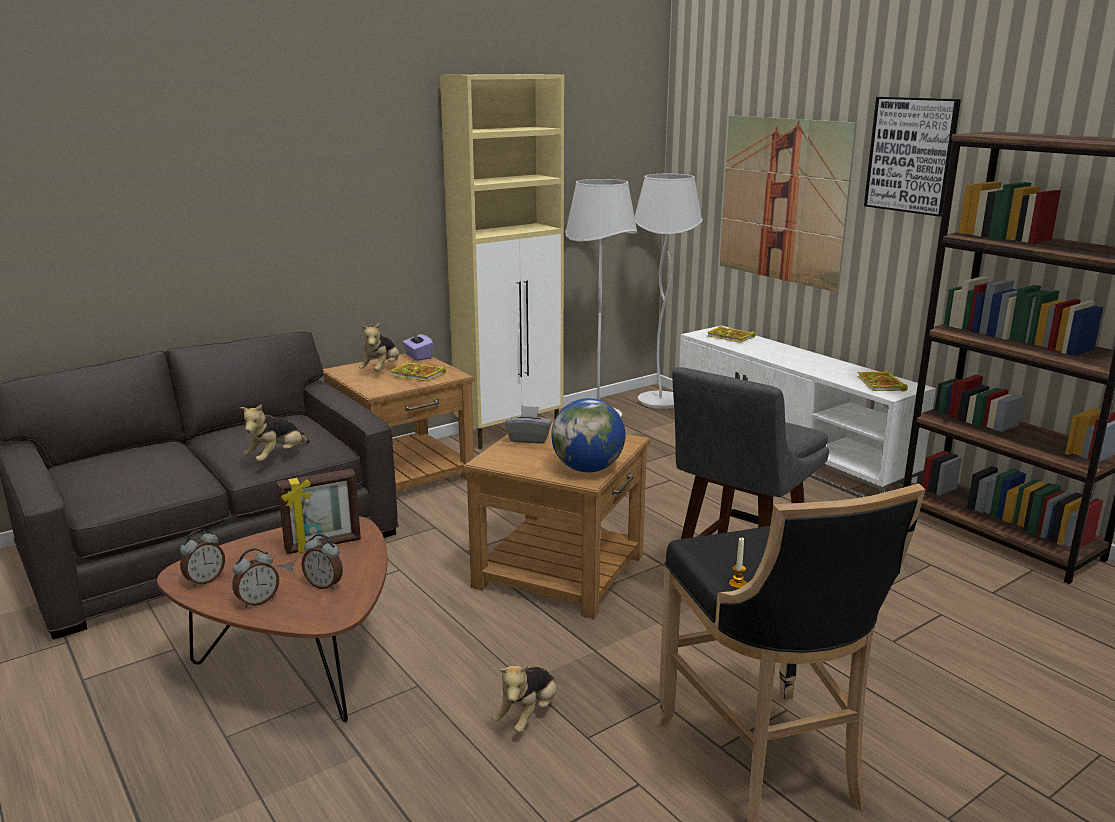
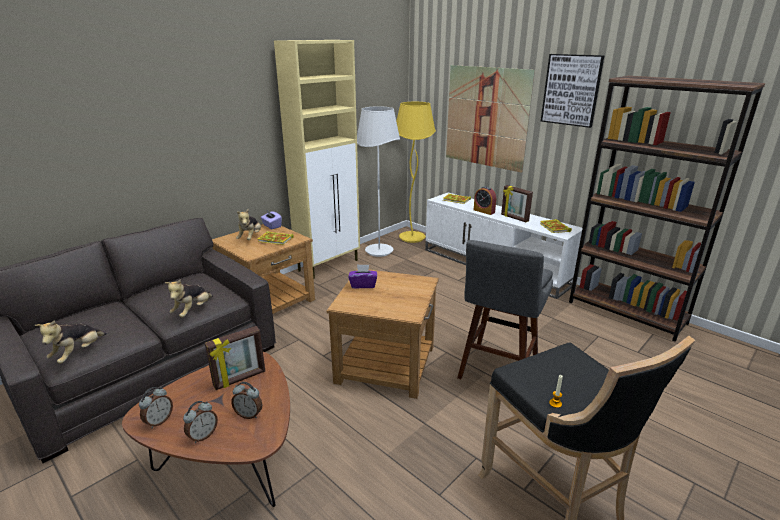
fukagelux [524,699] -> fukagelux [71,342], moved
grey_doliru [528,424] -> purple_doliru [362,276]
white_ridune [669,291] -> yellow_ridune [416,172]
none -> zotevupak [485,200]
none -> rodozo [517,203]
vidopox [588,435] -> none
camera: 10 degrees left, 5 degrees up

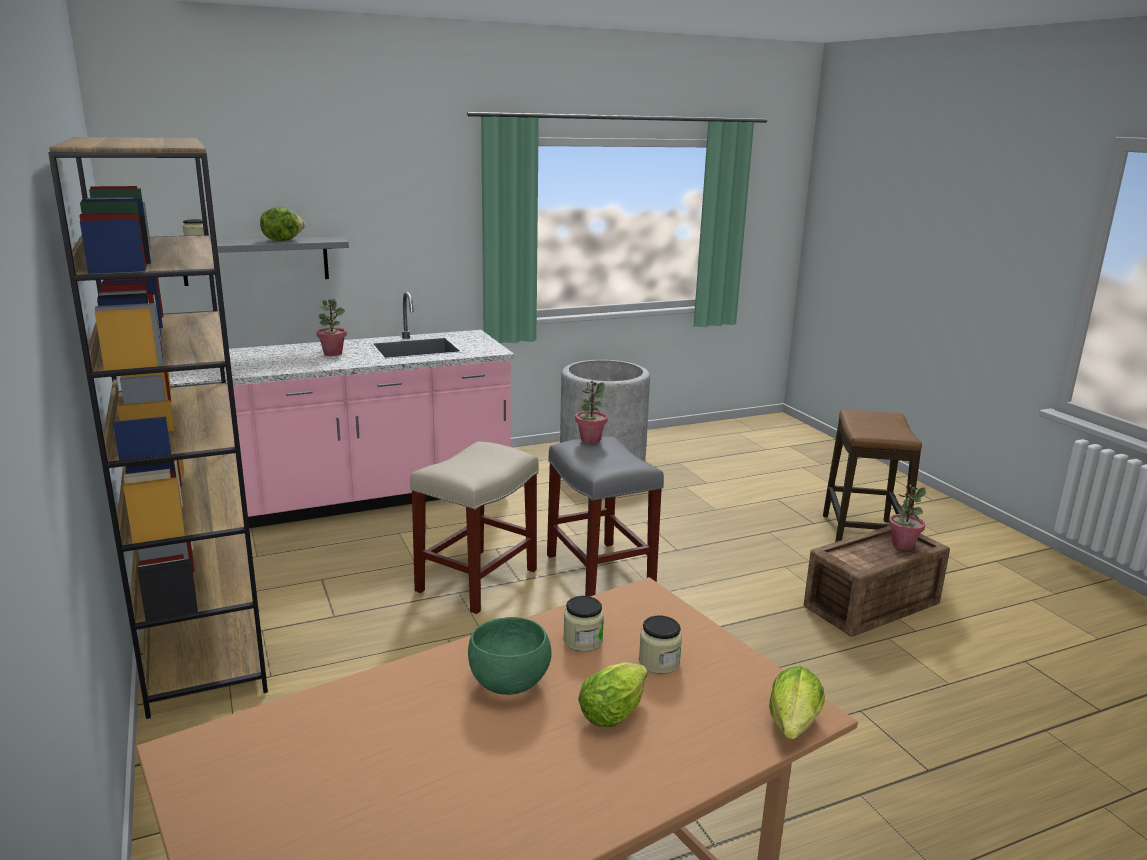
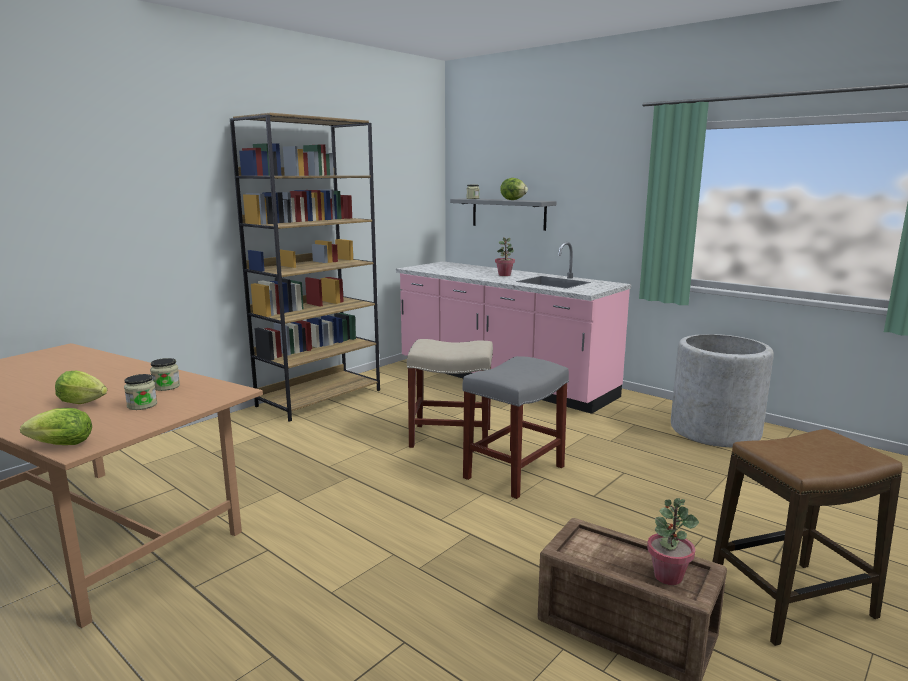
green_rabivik [510,656] -> none
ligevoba [591,412] -> none
camera: 65 degrees right, 5 degrees down

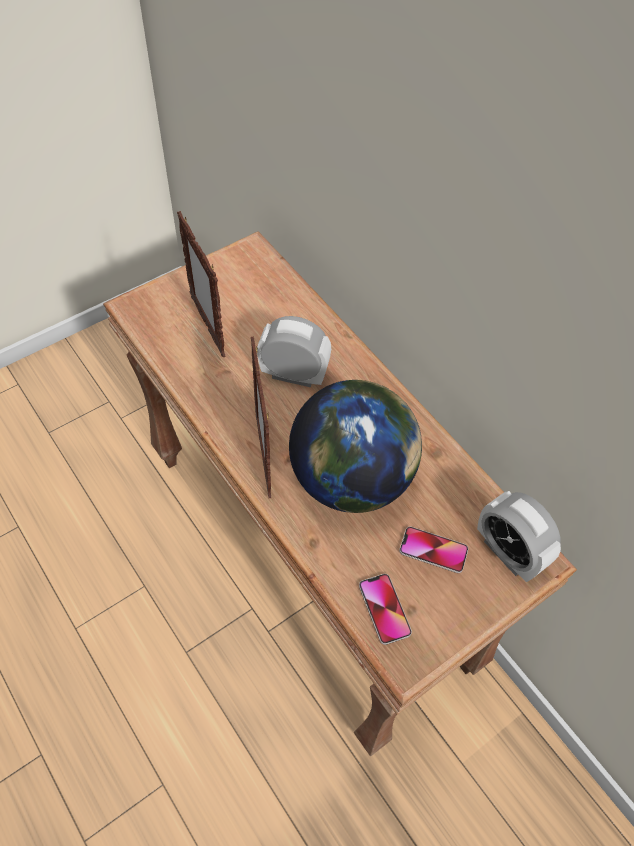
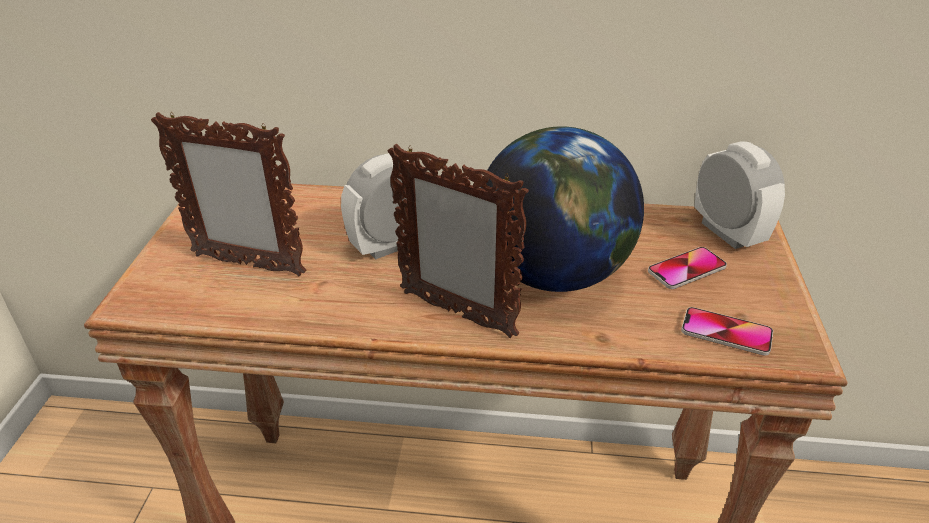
zotevupak [519,536] -> zotevupak [740,195], 120 degrees counterclockwise
camera: 45 degrees left, 20 degrees down

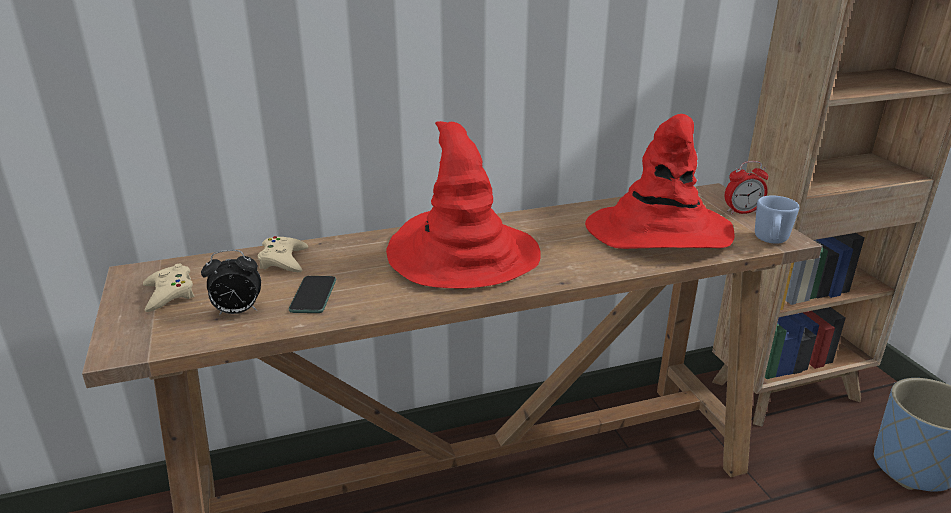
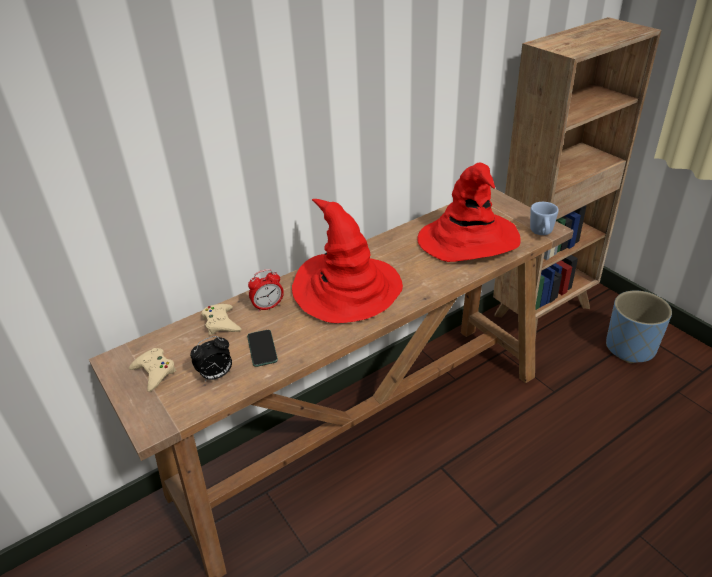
zotevupak [746,188] -> zotevupak [266,290], moved
camera: 15 degrees left, 10 degrees up

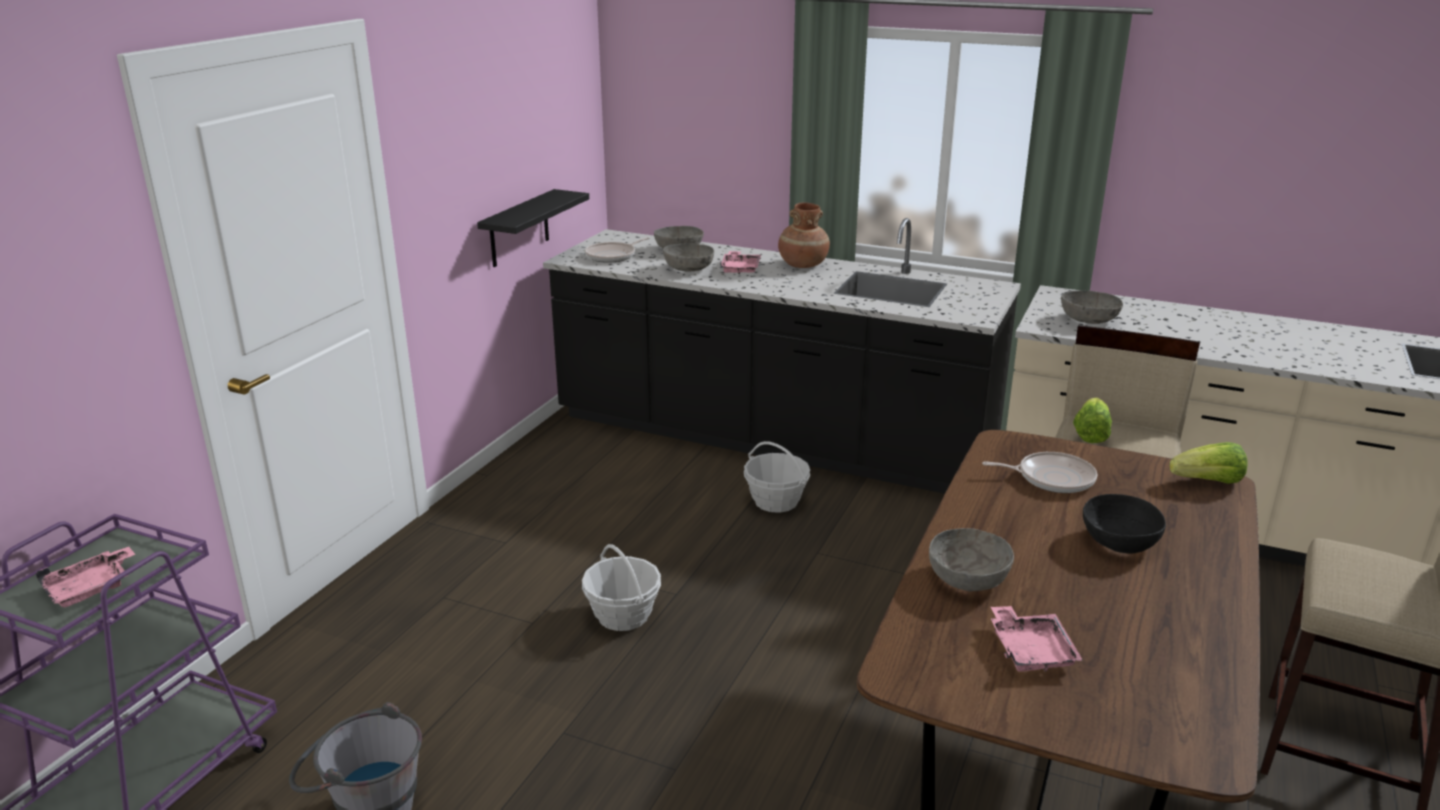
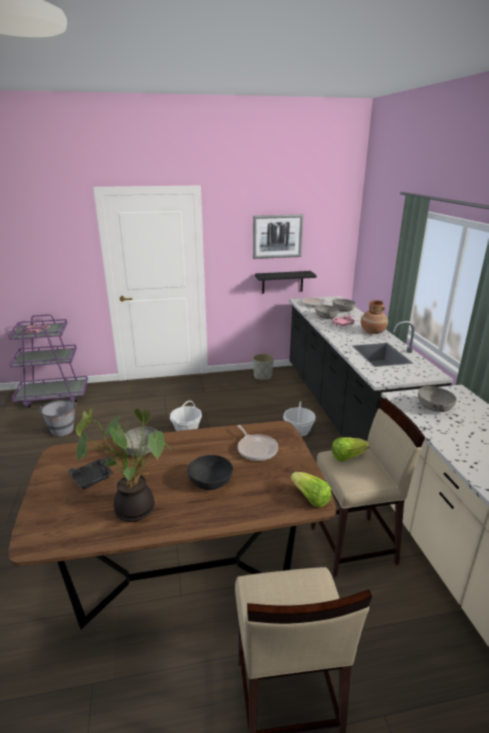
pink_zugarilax [1037,639] -> black_zugarilax [90,473]
none -> ligevoba [124,465]
none -> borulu [278,236]
none -> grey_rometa [263,367]
camera: 55 degrees right, 0 degrees up

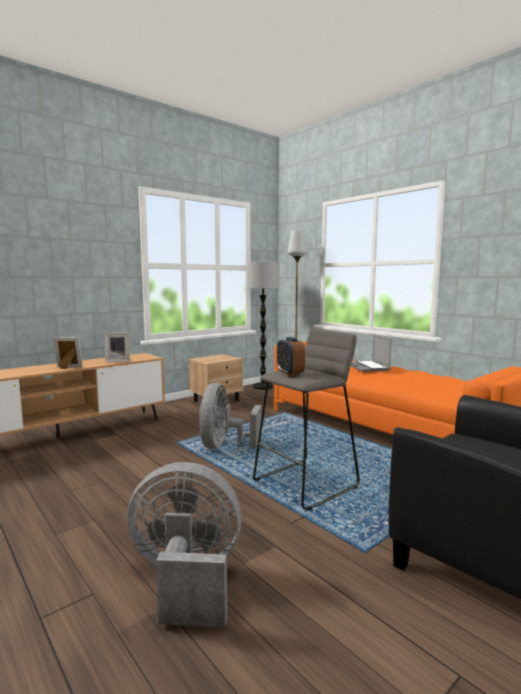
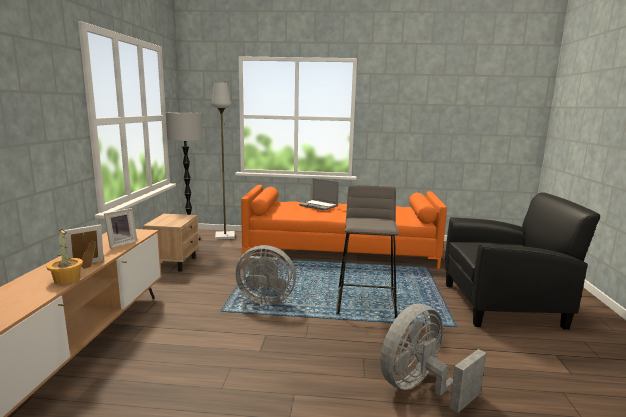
none -> ligevoba [65,256]
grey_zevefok [230,416] -> grey_zevefok [265,275], 45 degrees counterclockwise
zotevupak [291,356] -> none
camera: 45 degrees left, 5 degrees up

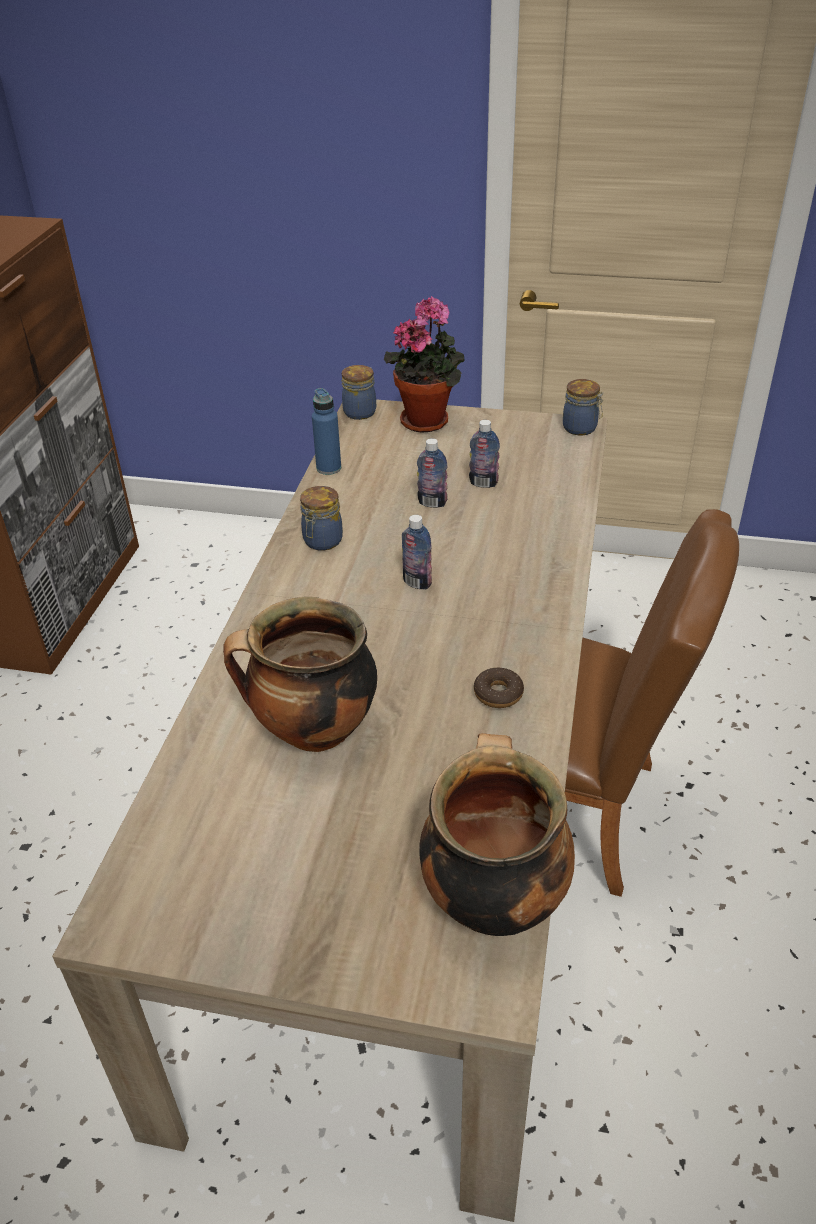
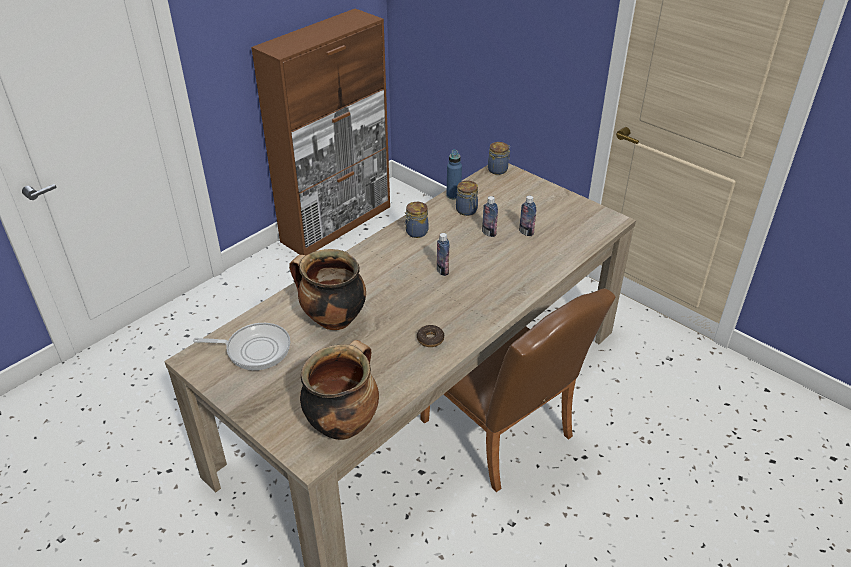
none -> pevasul [242,346]
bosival [583,407] -> bosival [467,198], moved
ligevoba [424,364] -> none
camera: 30 degrees right, 0 degrees up

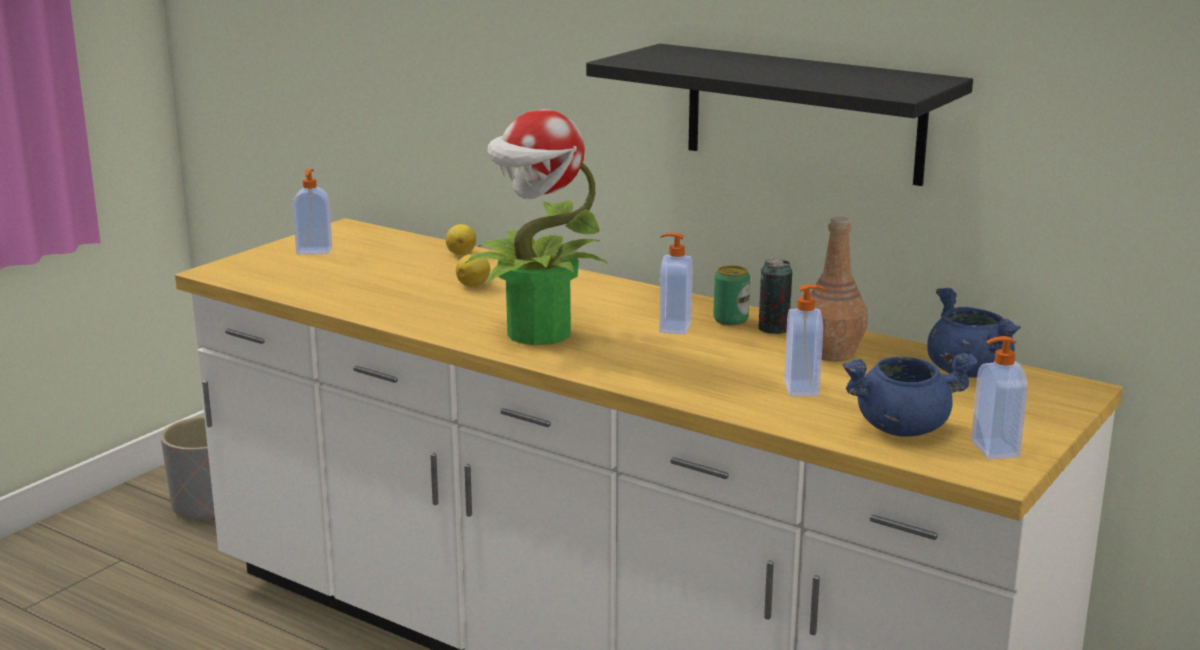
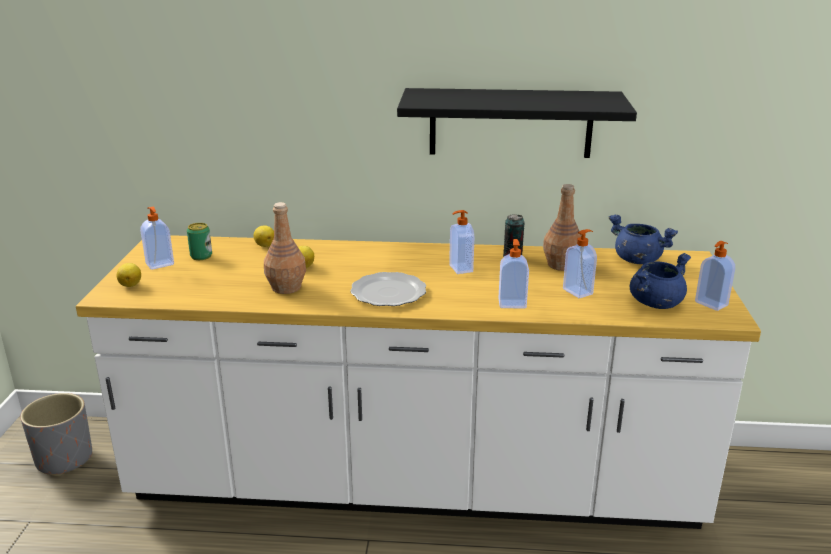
none -> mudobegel [129,275]
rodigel [731,295] -> rodigel [199,241], moved
none -> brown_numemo [285,248]
ligevoba [536,227] -> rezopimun [388,289]
none -> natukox [513,273]
camera: 30 degrees left, 5 degrees up

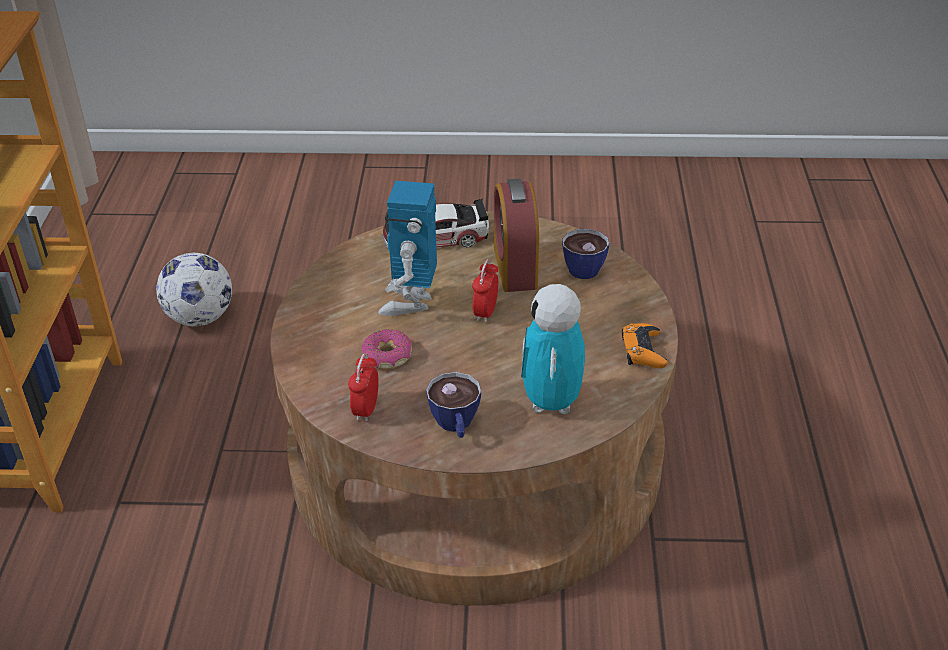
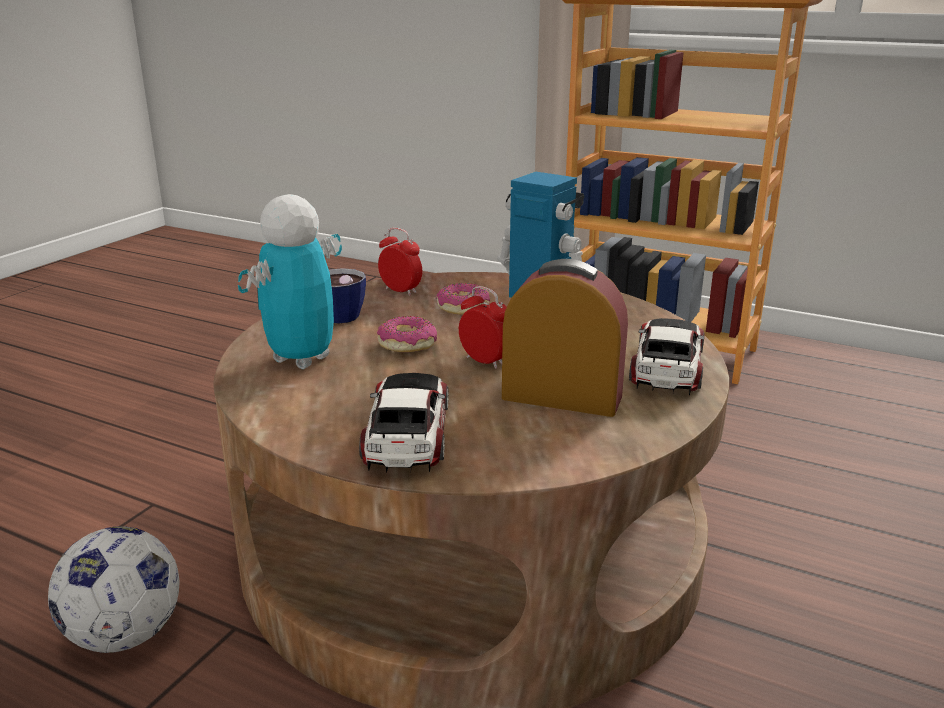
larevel [194,290] -> larevel [114,589], moved
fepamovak [553,349] -> fepamovak [290,281], 90 degrees counterclockwise
none -> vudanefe [404,423]
none -> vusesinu [407,334]
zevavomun [585,254] -> none
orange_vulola [645,345] -> none
camera: 115 degrees right, 15 degrees down

